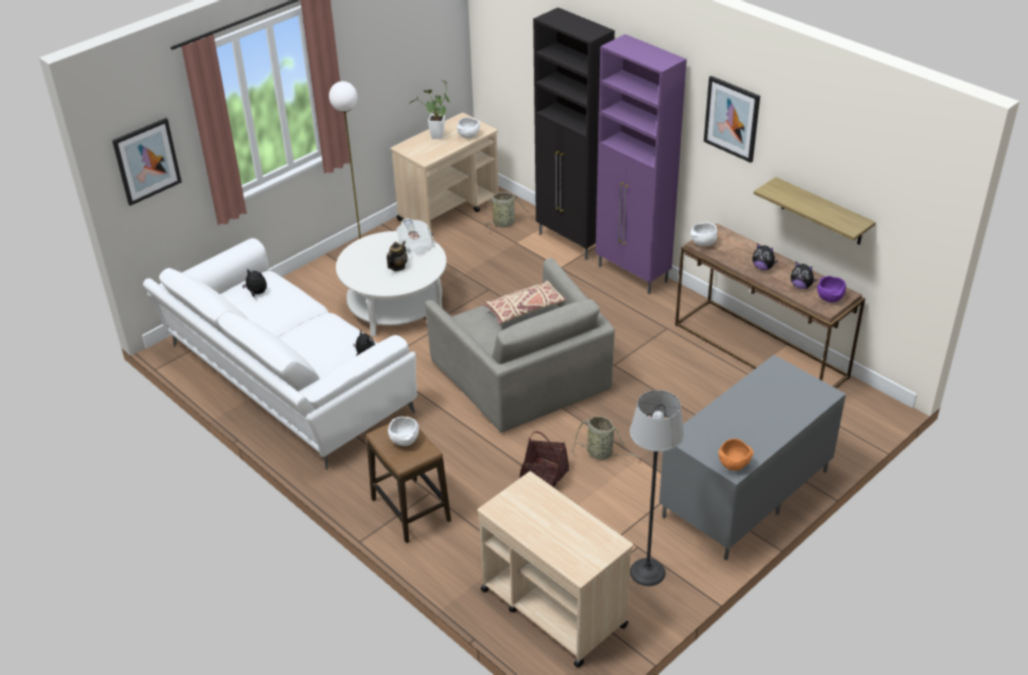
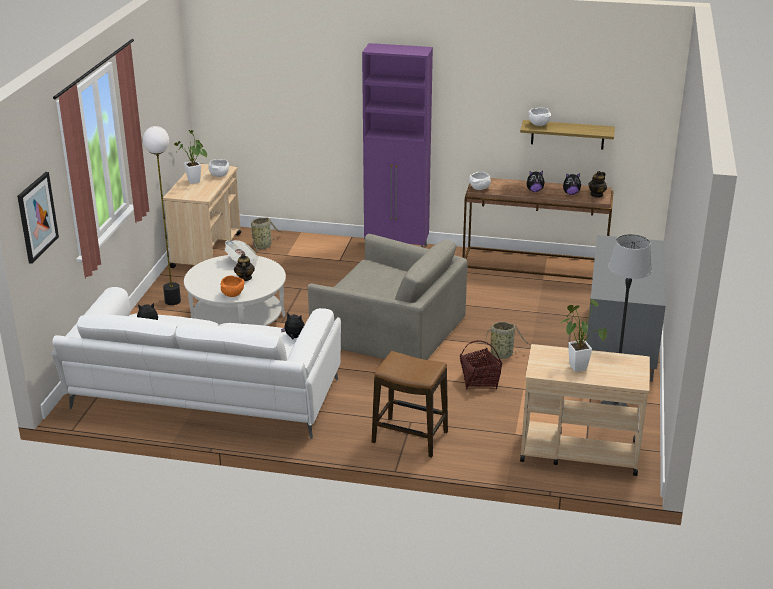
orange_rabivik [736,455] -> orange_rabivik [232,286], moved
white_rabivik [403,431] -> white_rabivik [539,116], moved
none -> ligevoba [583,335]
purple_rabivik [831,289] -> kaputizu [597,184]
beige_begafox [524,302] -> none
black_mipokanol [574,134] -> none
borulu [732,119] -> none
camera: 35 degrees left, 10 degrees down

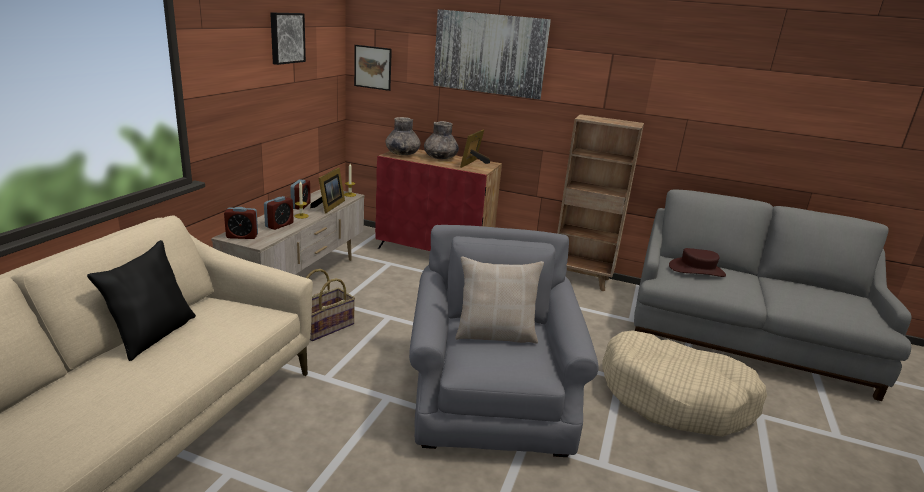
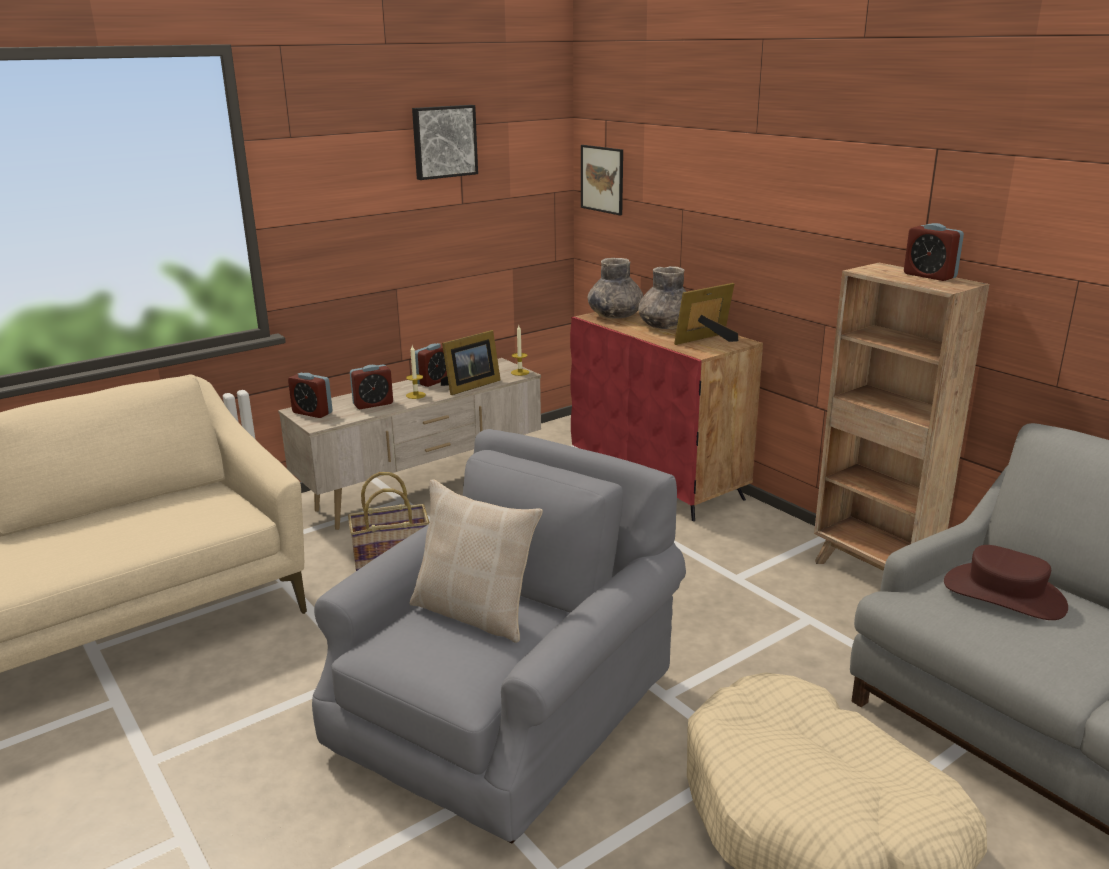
none -> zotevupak [934,252]
black_begafox [141,300] -> none
borulu [492,54] -> none
camera: 35 degrees right, 0 degrees up

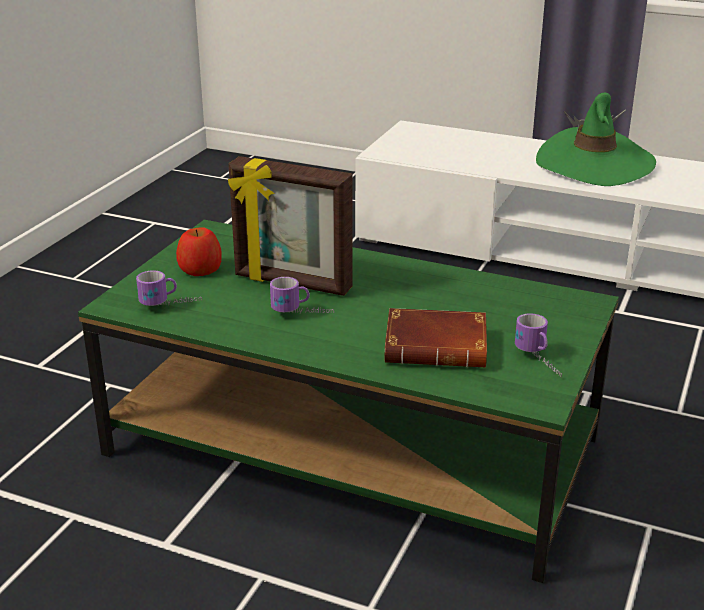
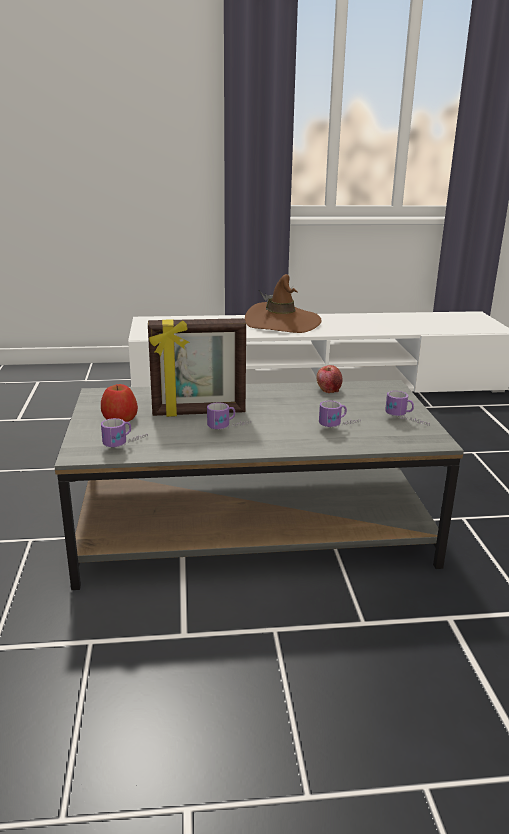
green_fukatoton [348,401] -> grey_fukatoton [259,485]
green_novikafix [596,139] -> brown_novikafix [283,303]
none -> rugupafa [329,379]
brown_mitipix [436,337] -> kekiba [340,414]
camera: 30 degrees left, 5 degrees down

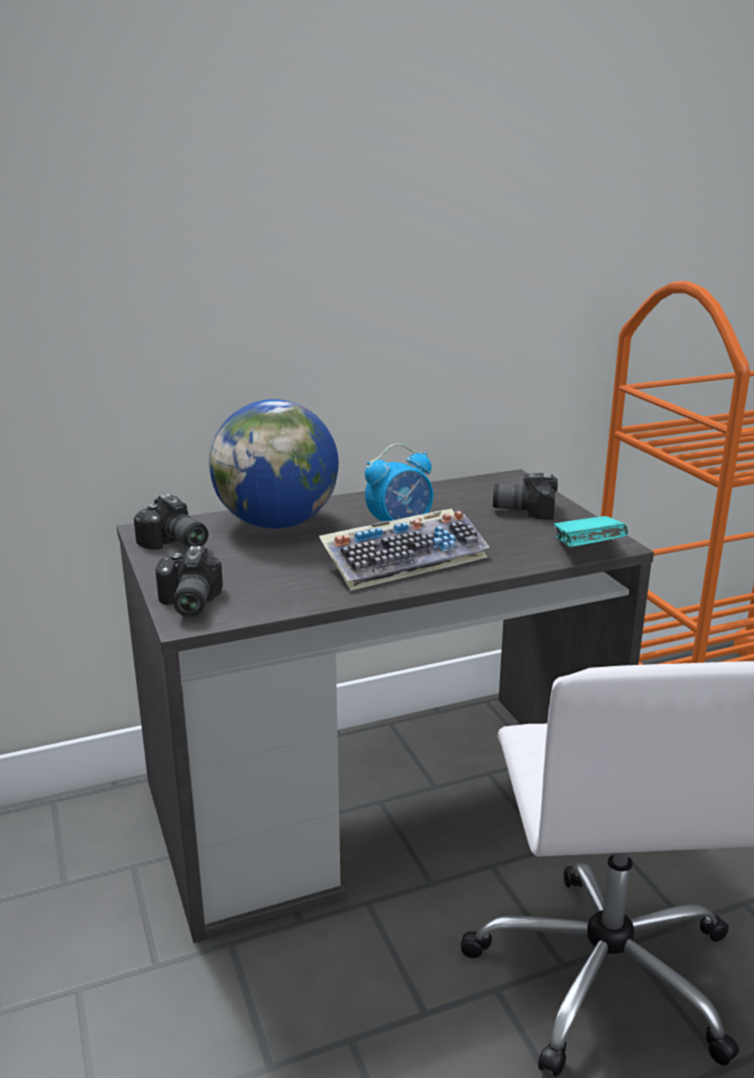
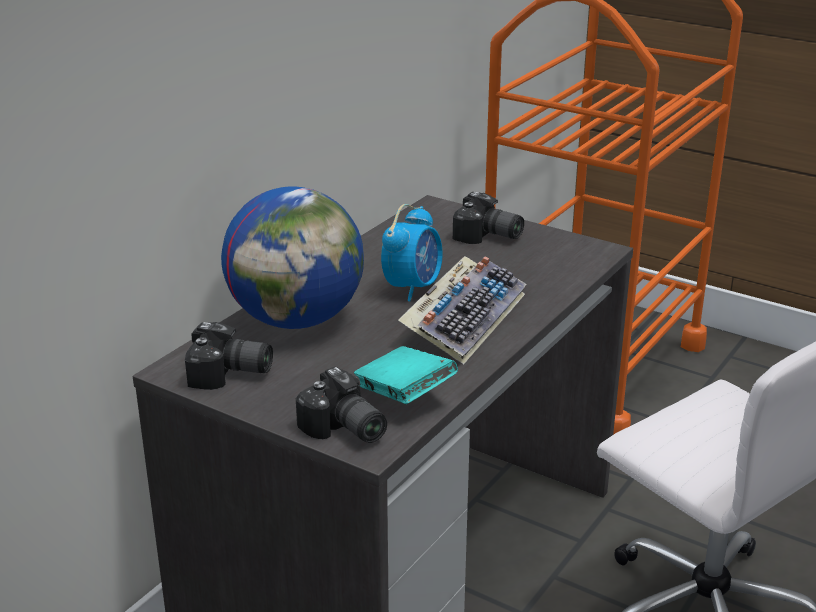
turquoise_mitipix [591,531] -> turquoise_mitipix [406,375], moved
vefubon [525,496] -> vefubon [488,218], 120 degrees counterclockwise
camera: 35 degrees left, 5 degrees up

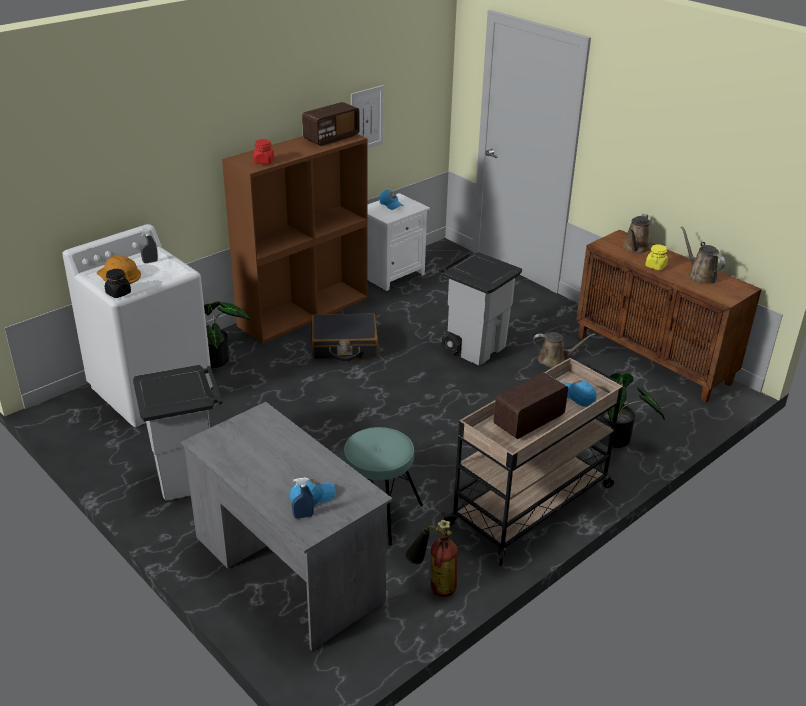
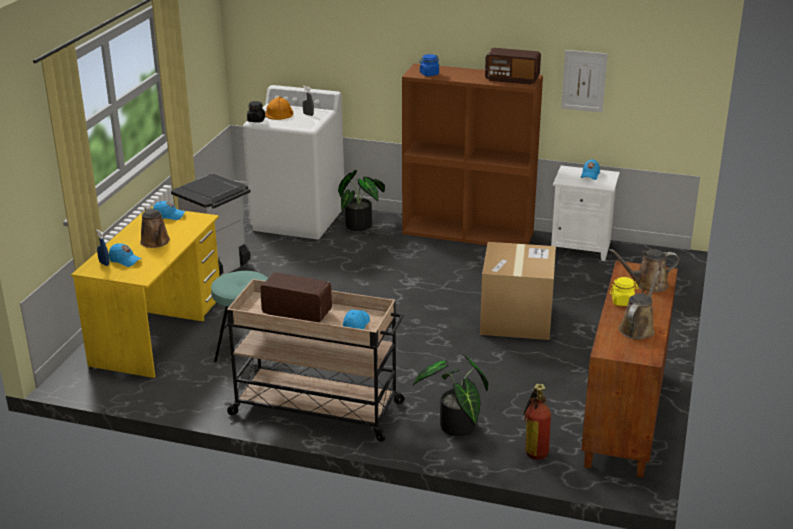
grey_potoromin [287,526] -> yellow_potoromin [145,292]
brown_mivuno [564,350] -> brown_mivuno [155,227], moved
none -> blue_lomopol [169,210]
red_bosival [264,151] -> blue_bosival [429,65]
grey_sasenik [480,308] -> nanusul [518,291]
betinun [432,558] -> betinun [537,422], moved
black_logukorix [344,337] -> none
camera: 60 degrees right, 5 degrees down

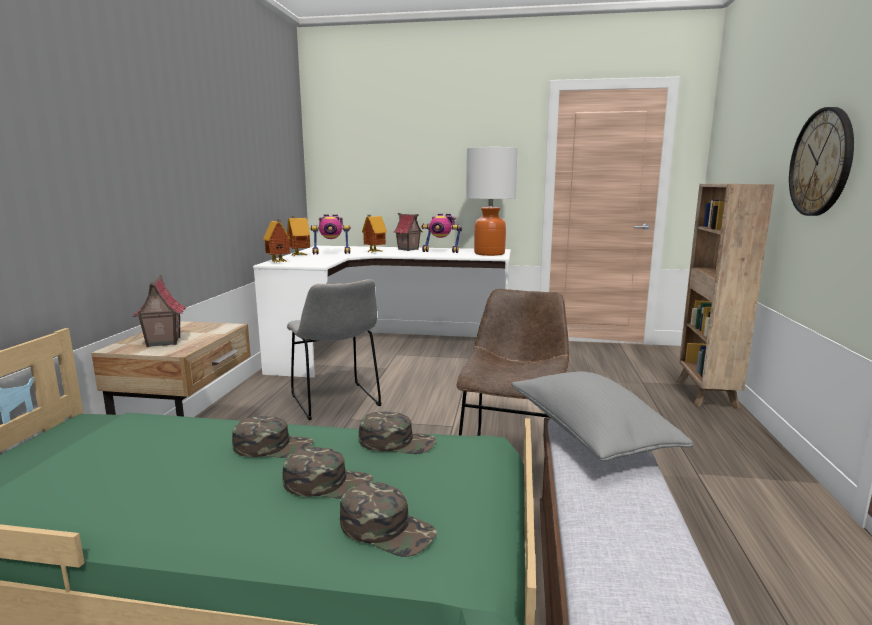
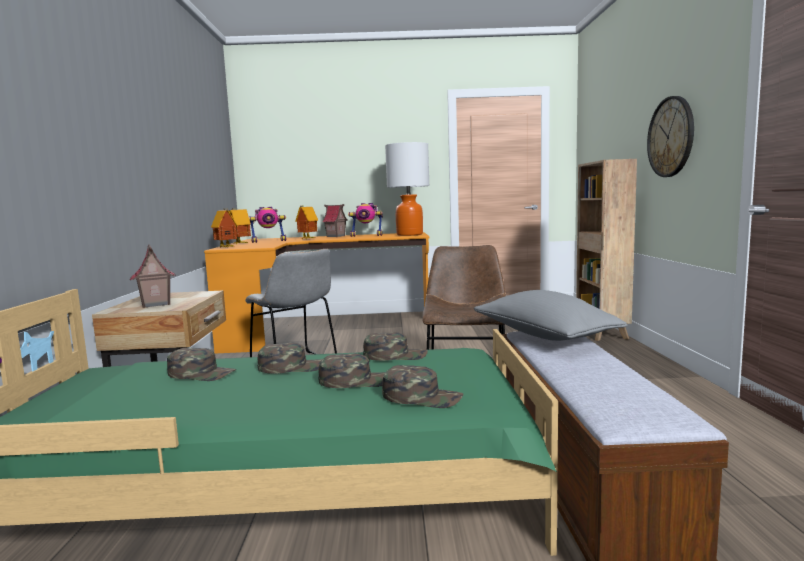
none -> green_lomopol [201,364]
white_potoromin [382,312] -> orange_potoromin [316,293]
camera: 10 degrees left, 5 degrees down

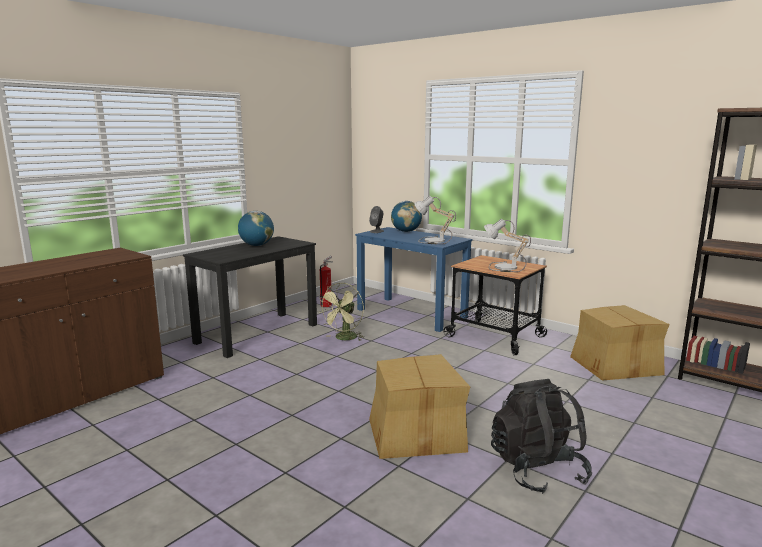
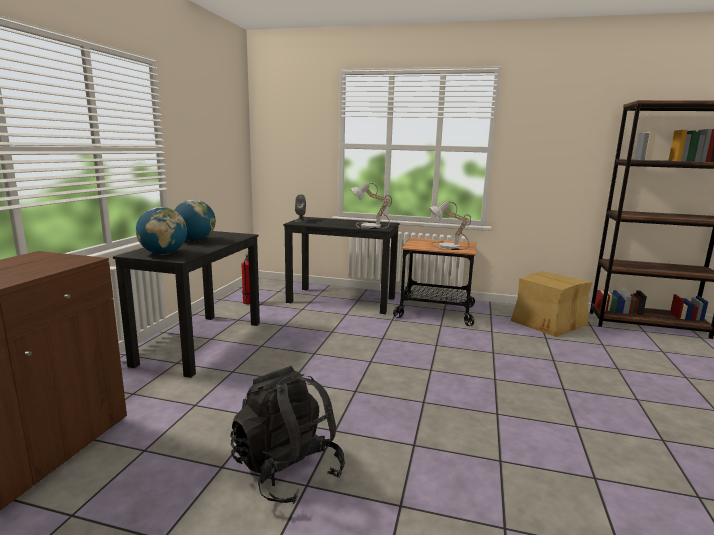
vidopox [406,216] -> vidopox [161,230], moved
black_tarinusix [541,436] -> black_tarinusix [287,435], moved
blue_potoromin [414,279] -> black_potoromin [341,265]
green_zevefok [341,312] -> none
nanusul [419,406] -> none
camera: 25 degrees left, 0 degrees up

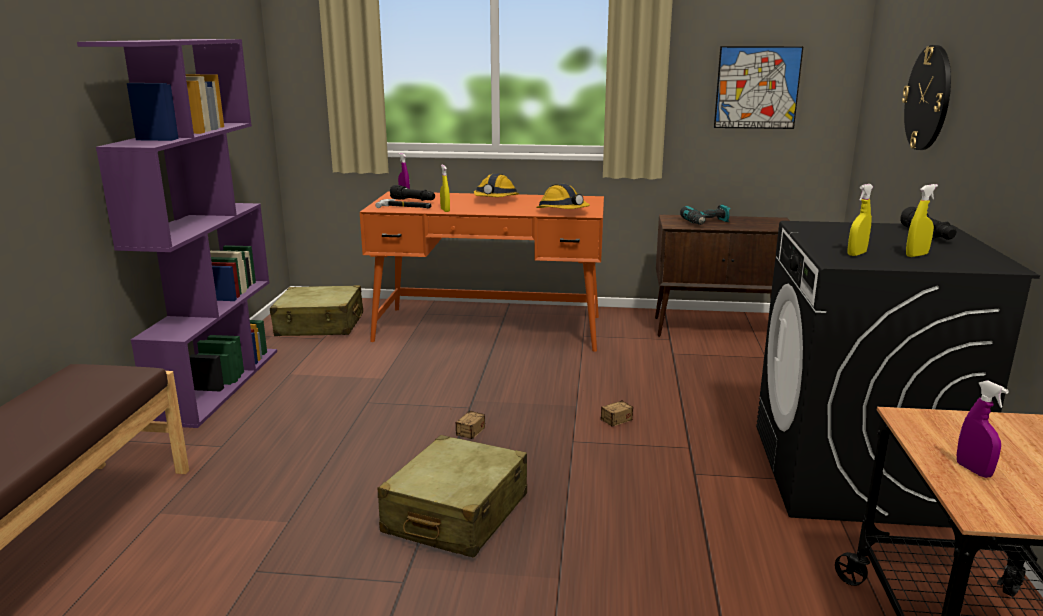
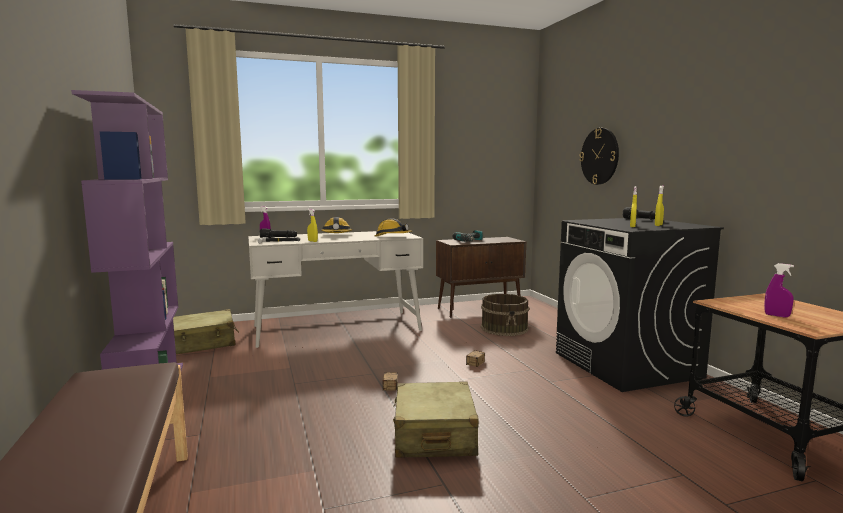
orange_potoromin [482,272] -> white_potoromin [335,289]
none -> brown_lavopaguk [505,315]
borulu [758,87] -> none
camera: 25 degrees left, 10 degrees down

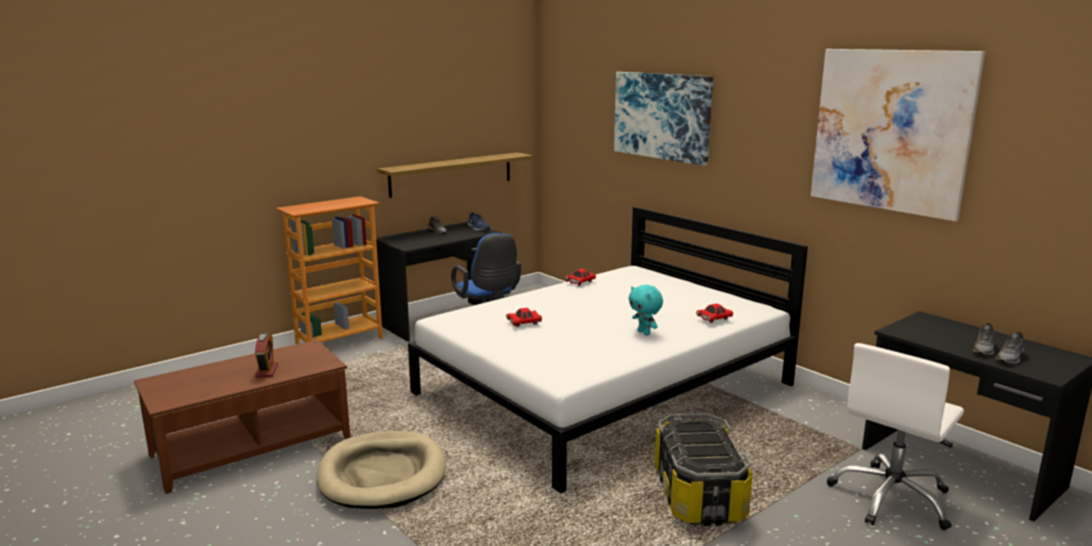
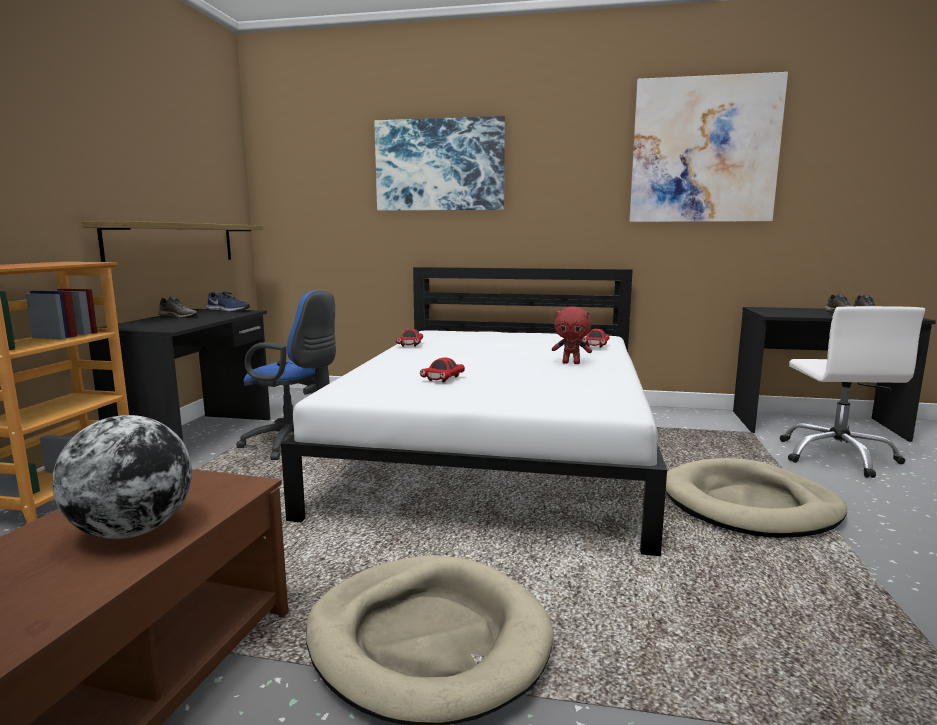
zotevupak [266,355] -> vidopox [122,477]
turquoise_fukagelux [646,310] -> red_fukagelux [572,335]
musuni [704,469] -> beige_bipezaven [757,498]
camera: 40 degrees left, 5 degrees down

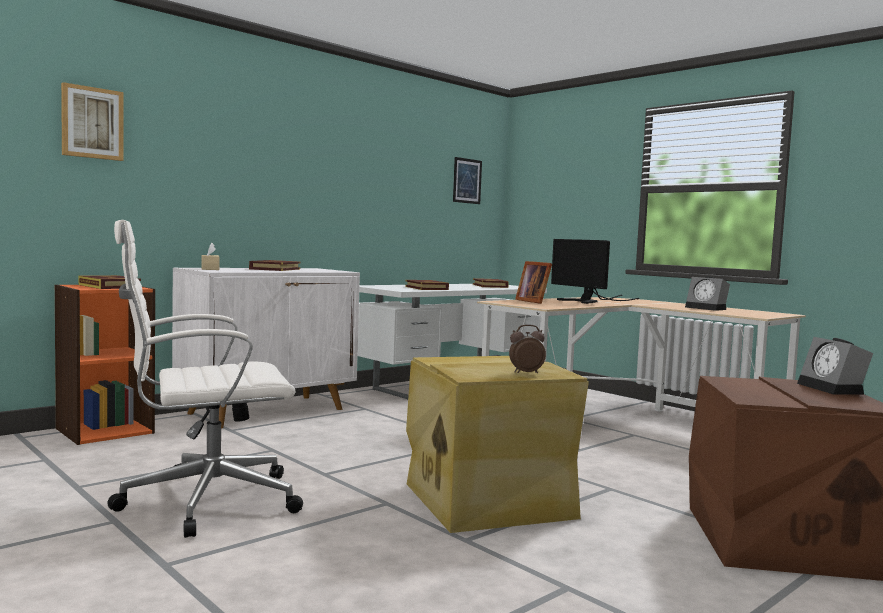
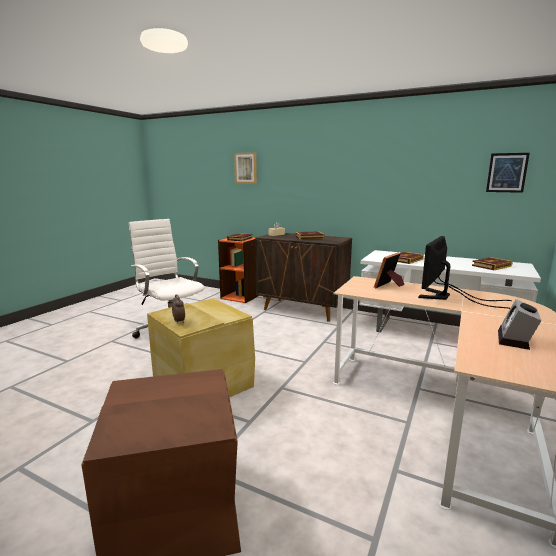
white_mipokanol [266,348] -> brown_mipokanol [303,277]
zotevupak [835,365] -> none
camera: 70 degrees right, 10 degrees up

